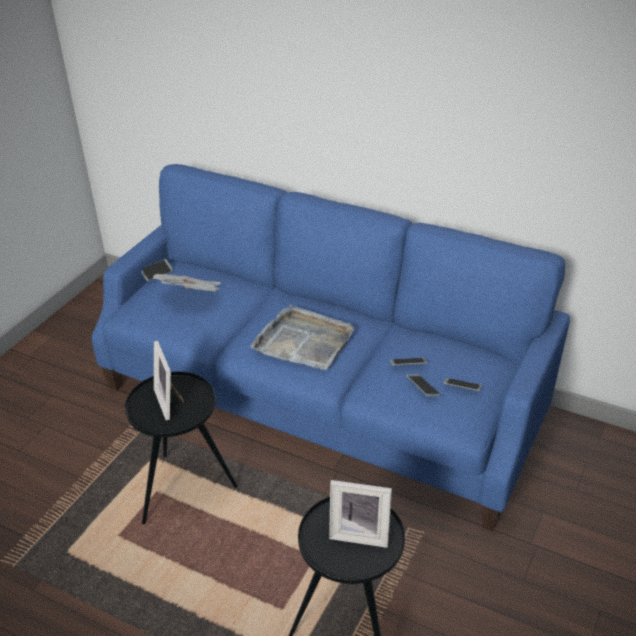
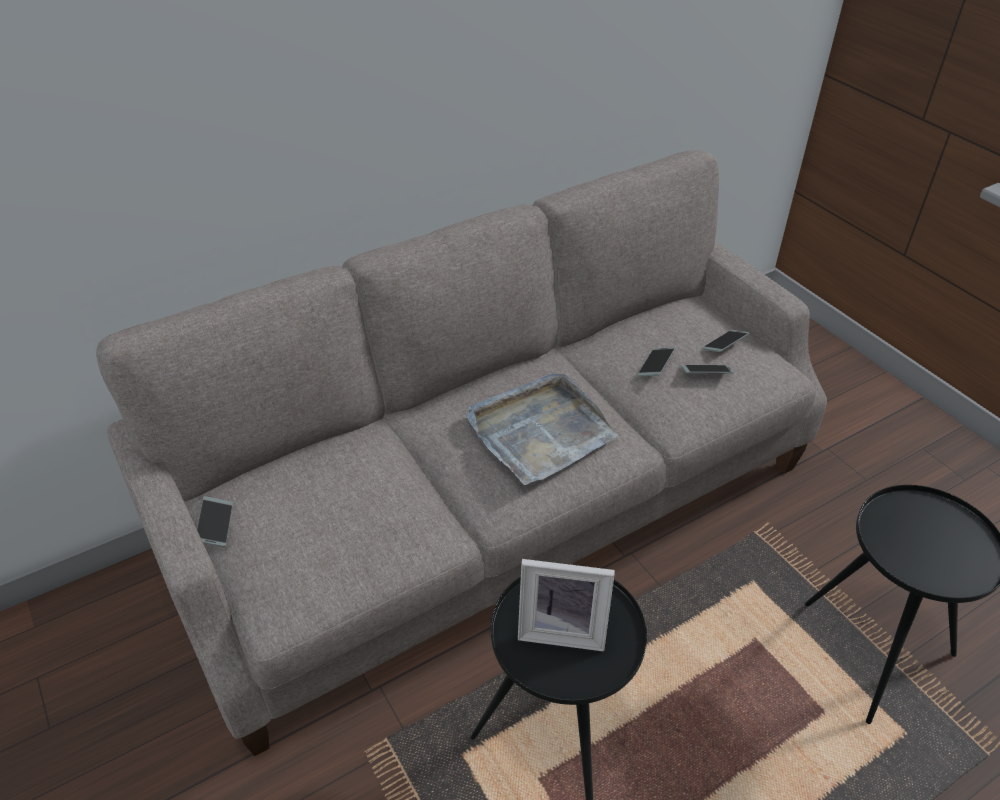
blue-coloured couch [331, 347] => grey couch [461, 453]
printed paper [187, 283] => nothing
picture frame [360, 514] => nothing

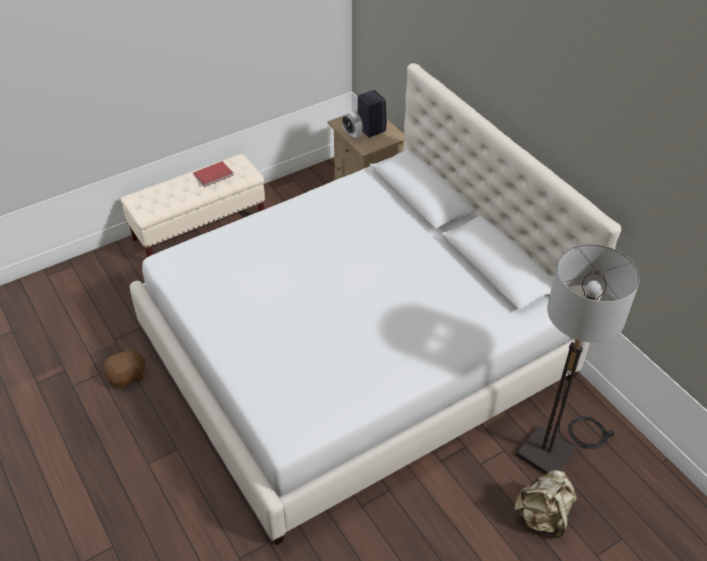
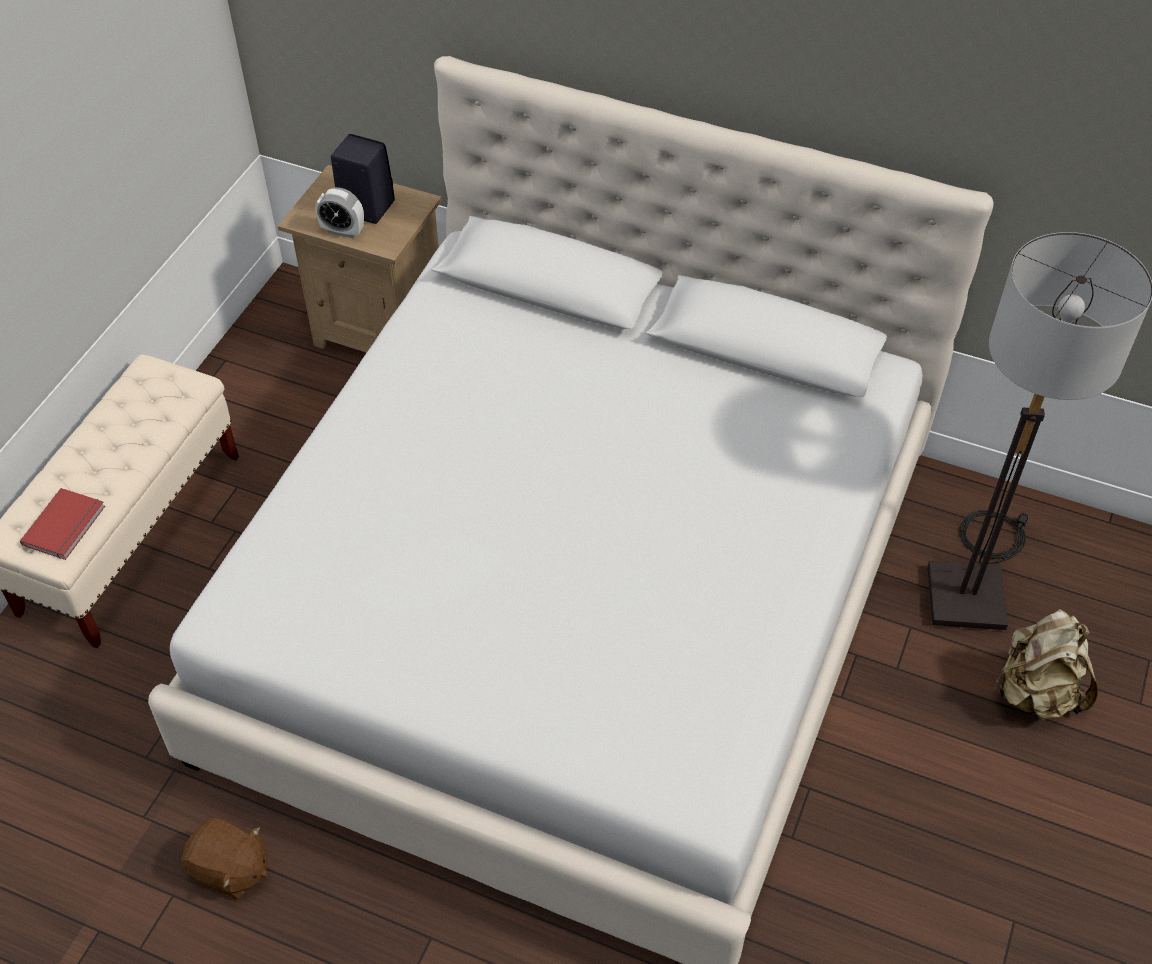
brownish soft toy [124, 368] => brownish soft toy [224, 859], 90 degrees clockwise
red-coloured book [213, 174] => red-coloured book [62, 524], shifted

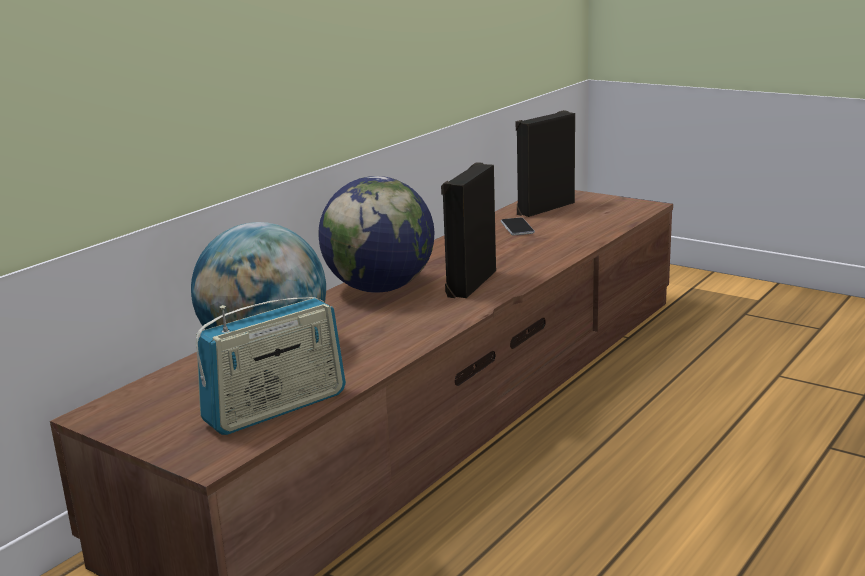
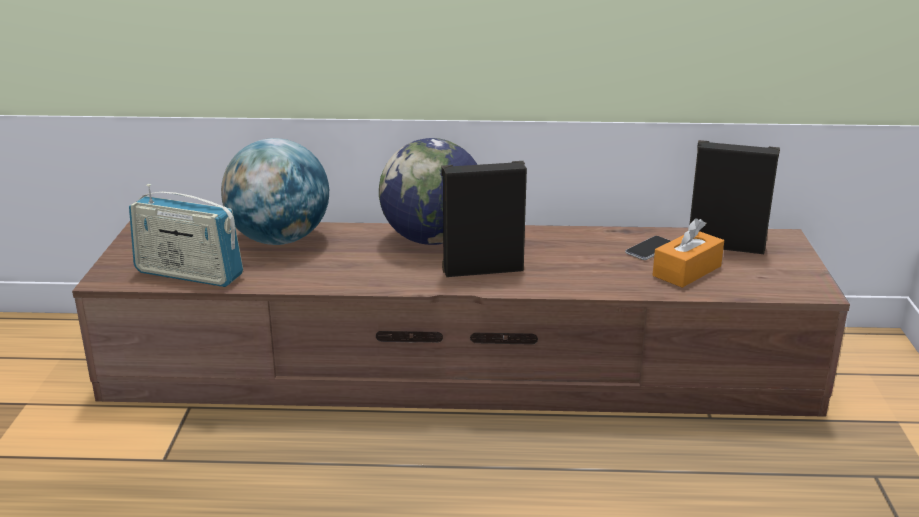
nothing => orangey box of tissues [688, 253]

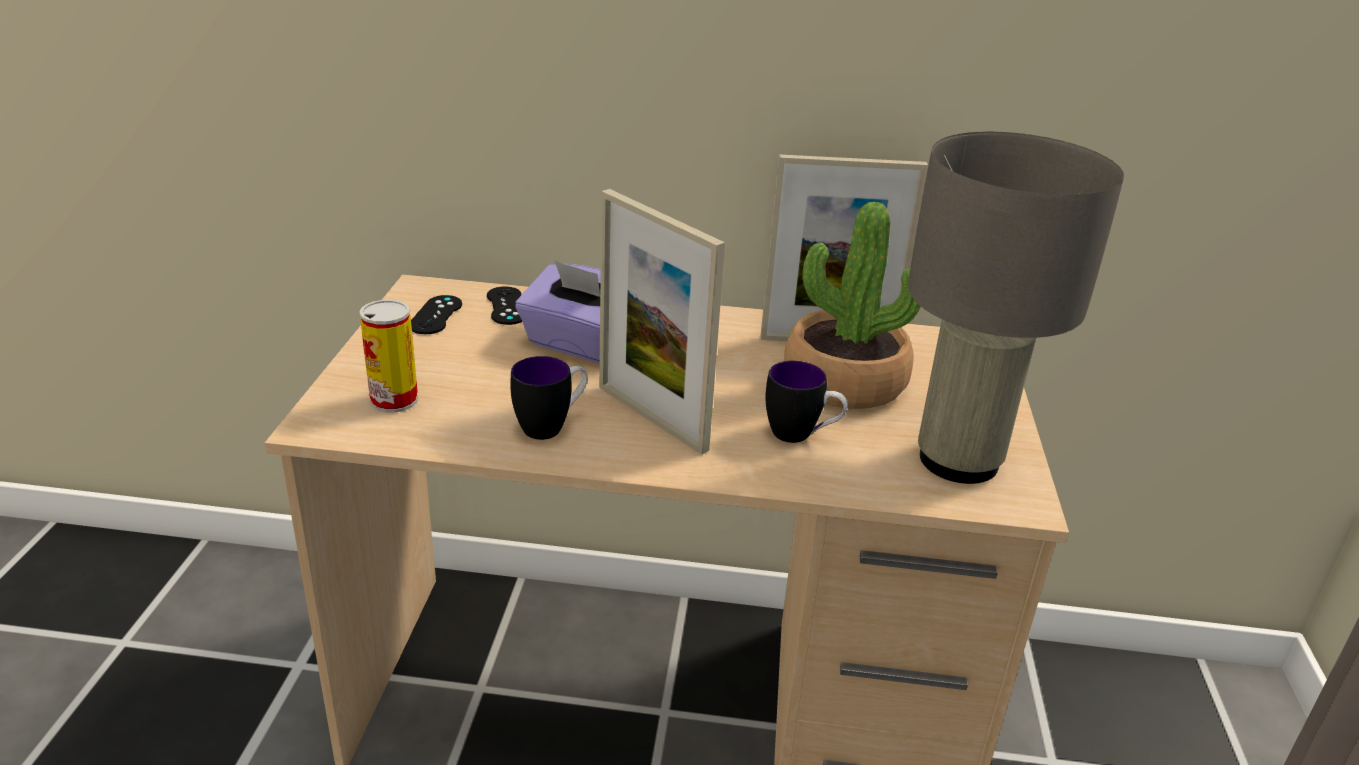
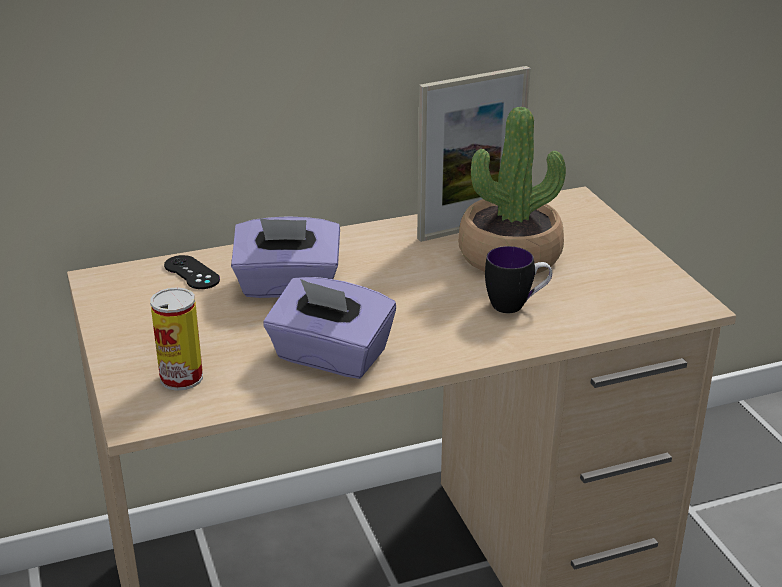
black-coloured gamepad [436, 314] => nothing
coffee mug [549, 398] => purple-coloured box of tissues [330, 328]
picture frame [662, 322] => nothing
grey lamp for a table [1016, 308] => nothing

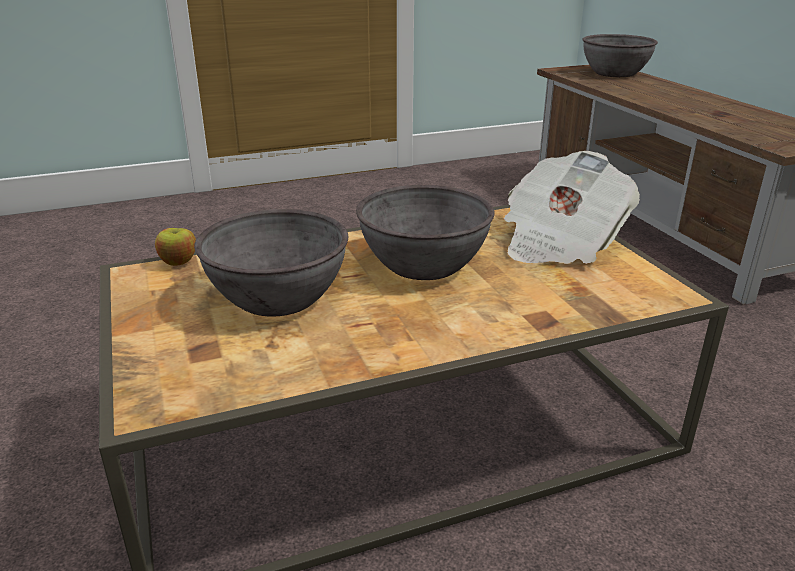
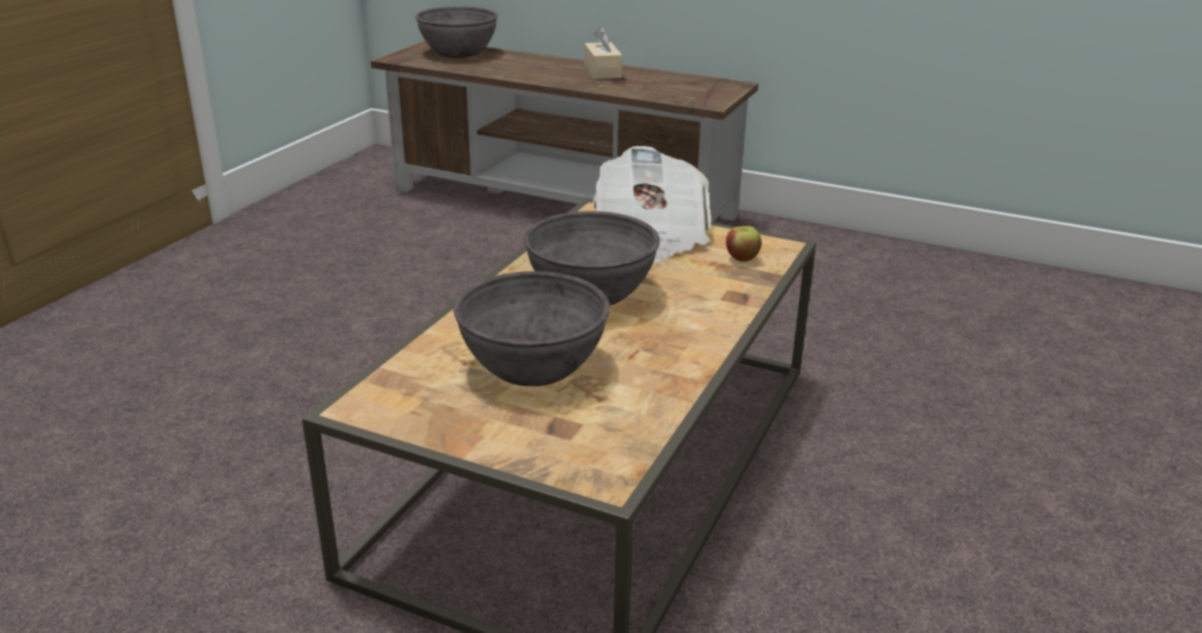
apple fruit [175, 247] => apple fruit [744, 244], shifted
nothing => sand-coloured box of tissues [603, 52]

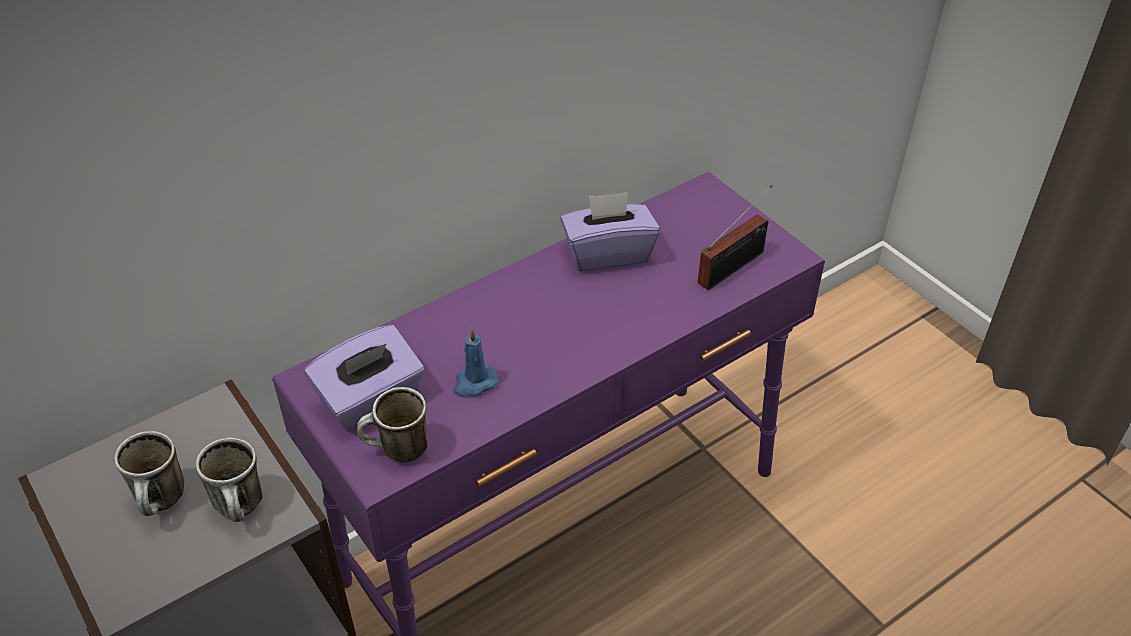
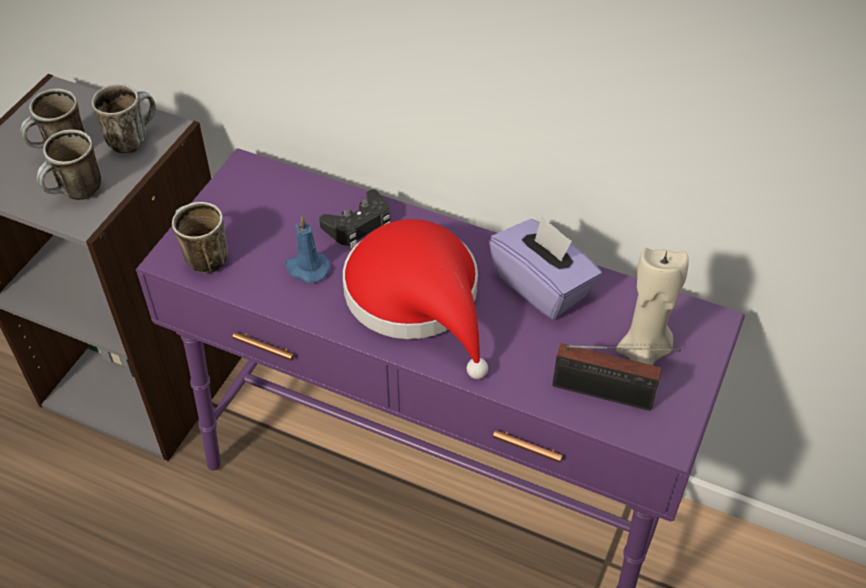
purple-coloured box of tissues [364, 377] => nothing
nothing => coffee mug [124, 118]
nothing => black-coloured gamepad [354, 218]
nothing => red-coloured clothing hat [415, 299]
nothing => sand-coloured candle [652, 306]

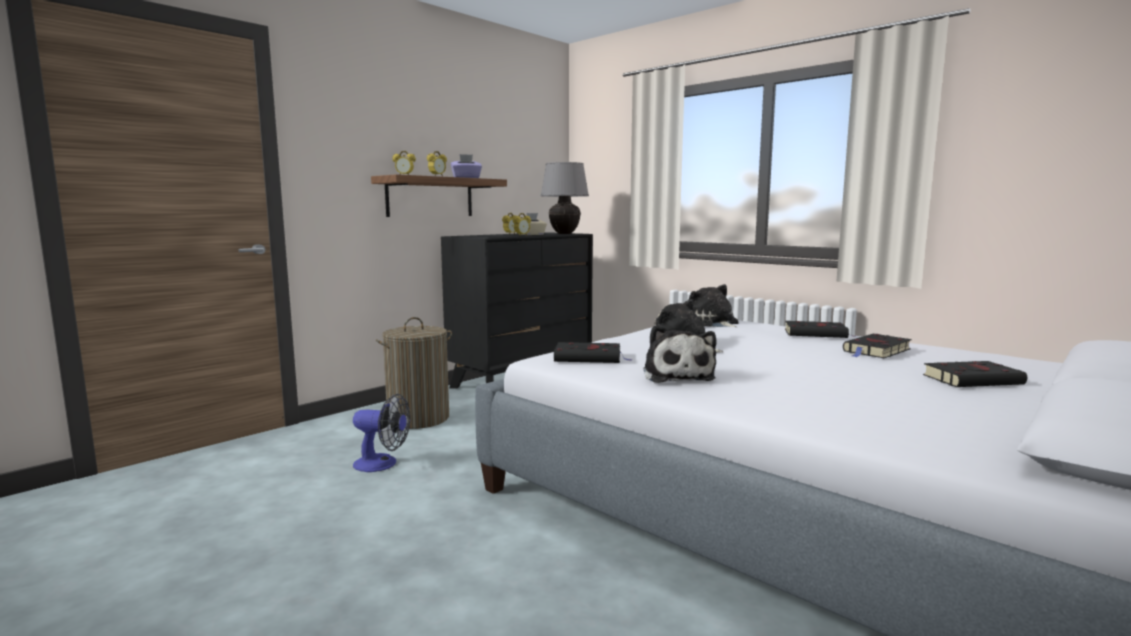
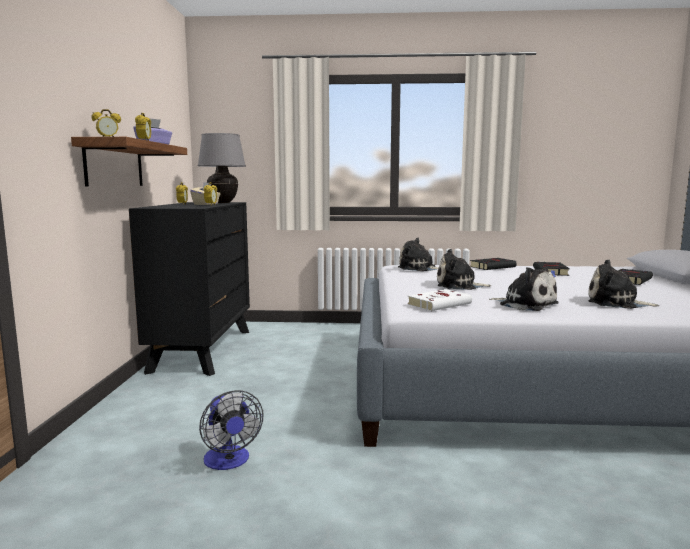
cooling fan [382, 433] => cooling fan [231, 430], 90 degrees clockwise
washing basket [414, 373] => nothing
black-coloured book [593, 352] => whitish book [439, 300]
nothing => soft toy [623, 284]

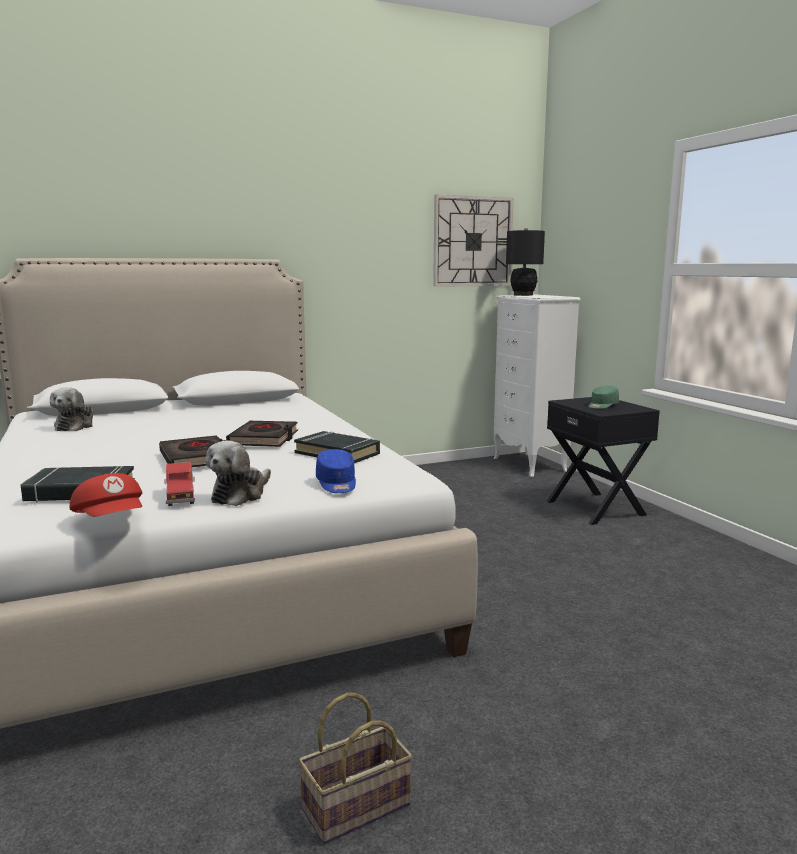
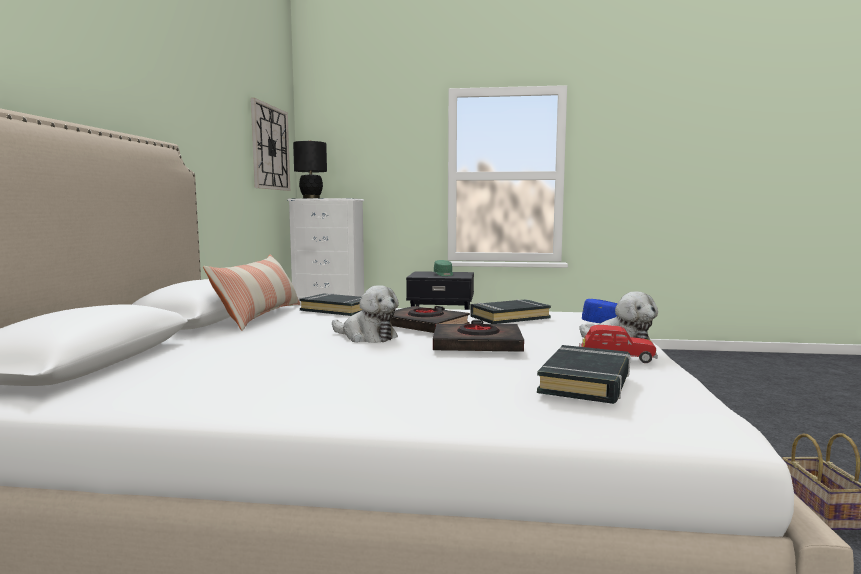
soft toy [72, 409] => soft toy [365, 314], shifted
red-coloured baseball cap [105, 495] => nothing
nothing => throw pillow [251, 292]
nothing => black-coloured book [330, 304]

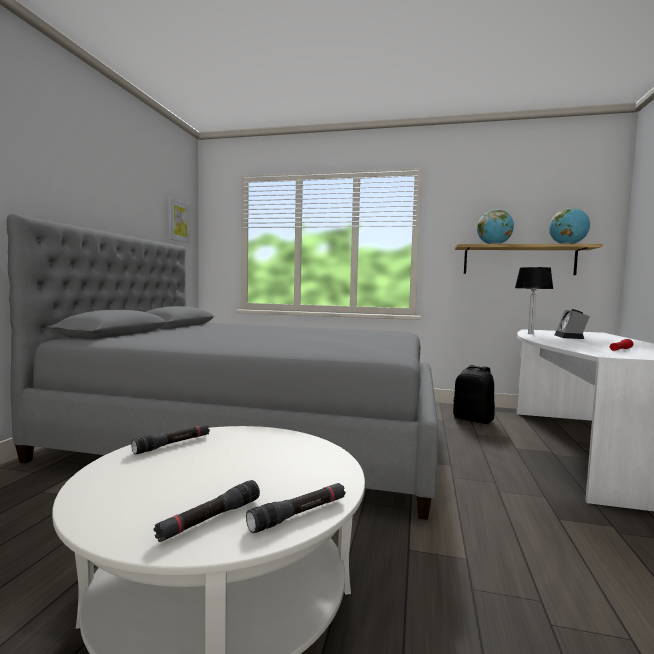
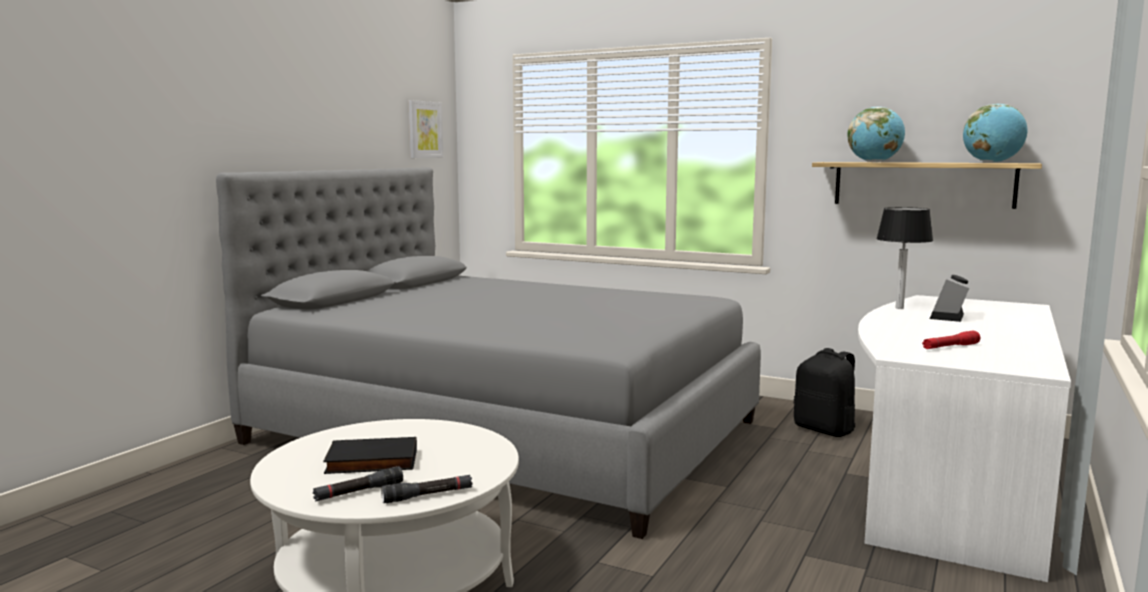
black-coloured hand torch [170, 439] => nothing
nothing => black-coloured book [370, 455]

